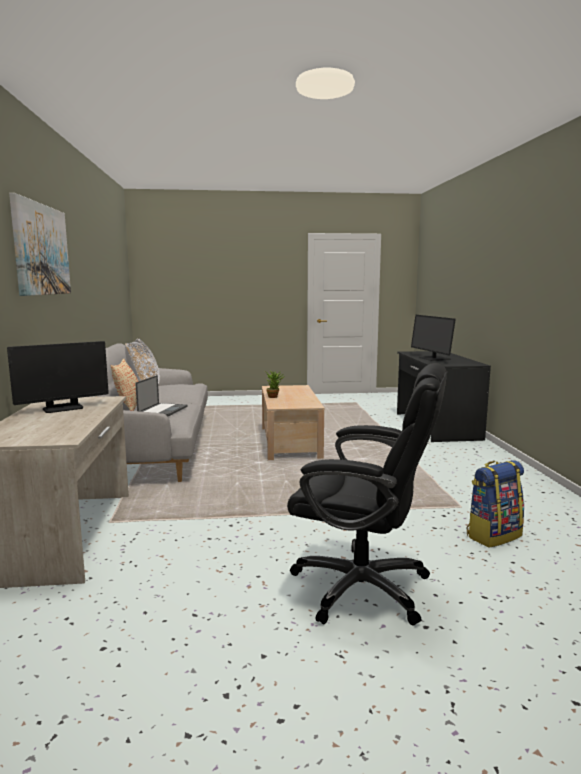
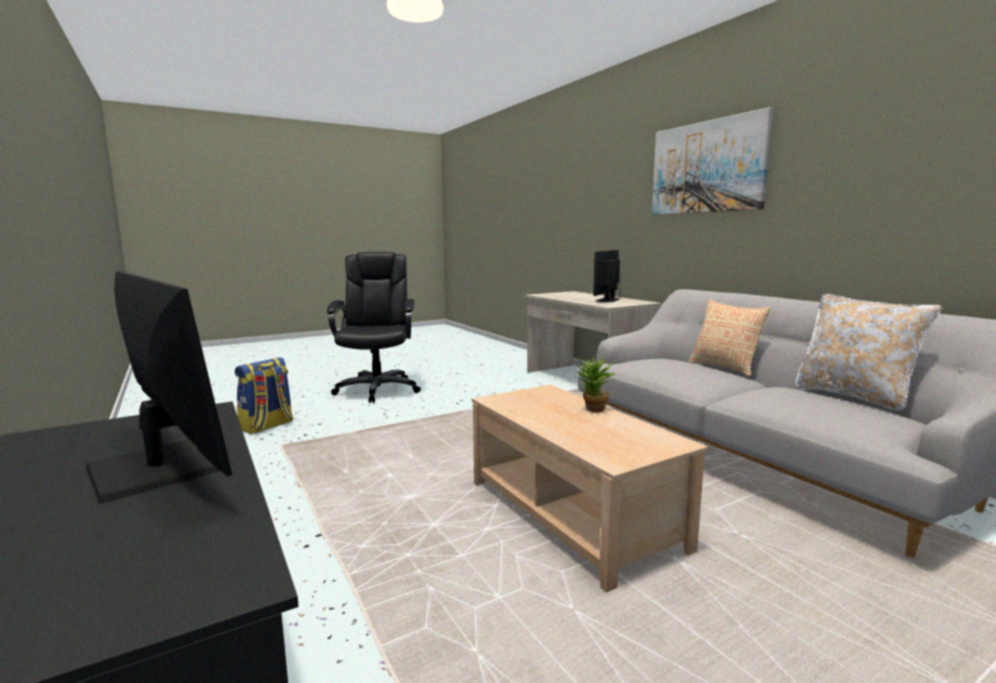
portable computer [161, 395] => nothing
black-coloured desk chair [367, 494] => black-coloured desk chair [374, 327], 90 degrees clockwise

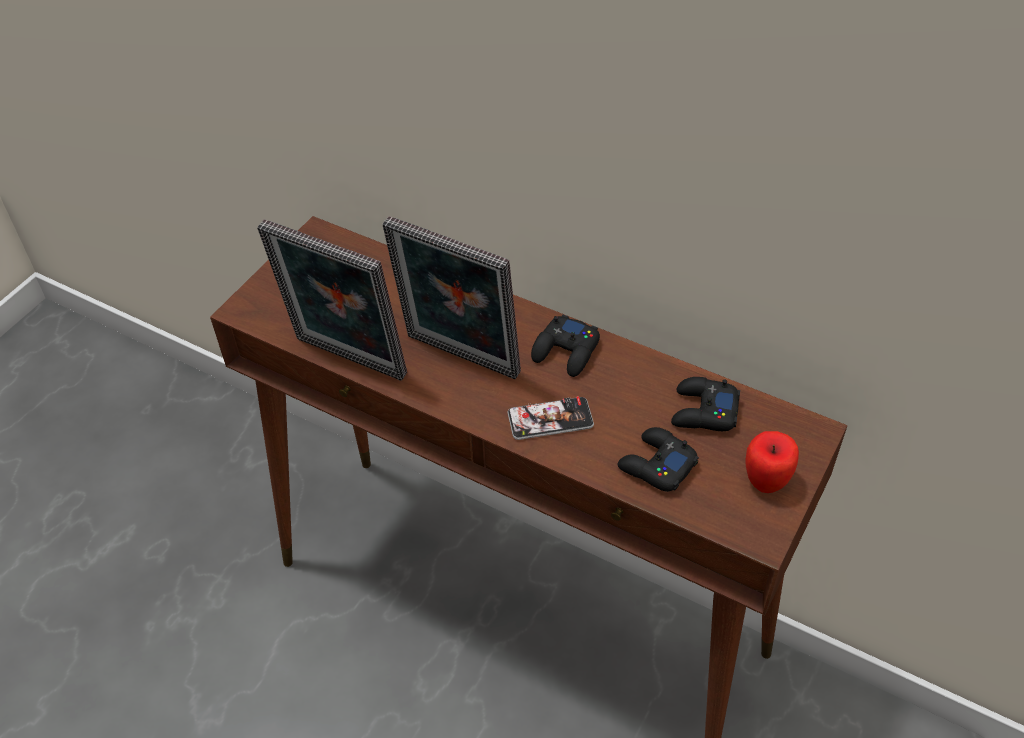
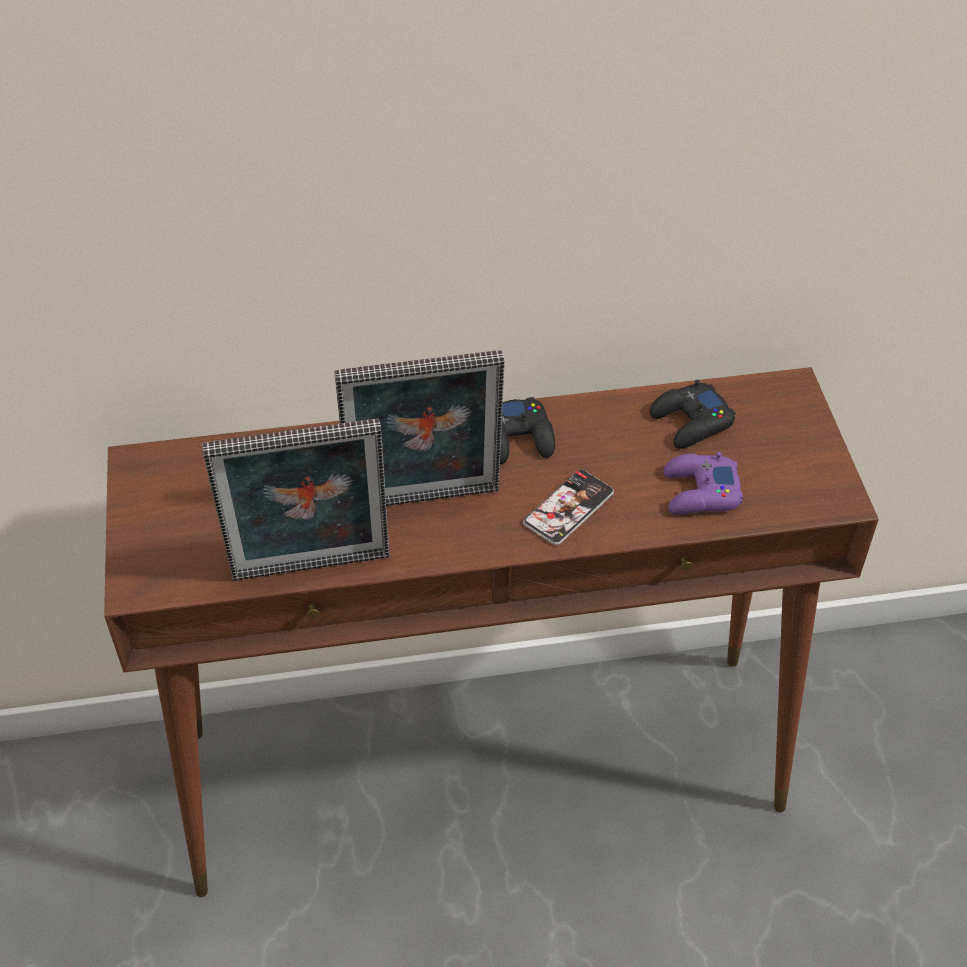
black-coloured gamepad [658, 459] => purple-coloured gamepad [703, 483]
apple fruit [772, 462] => nothing

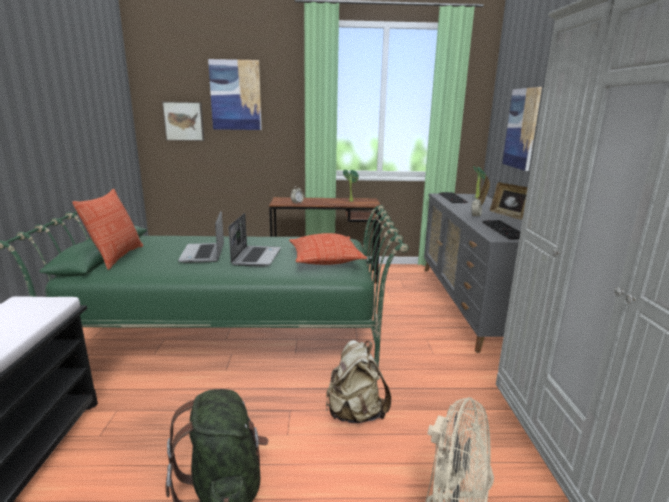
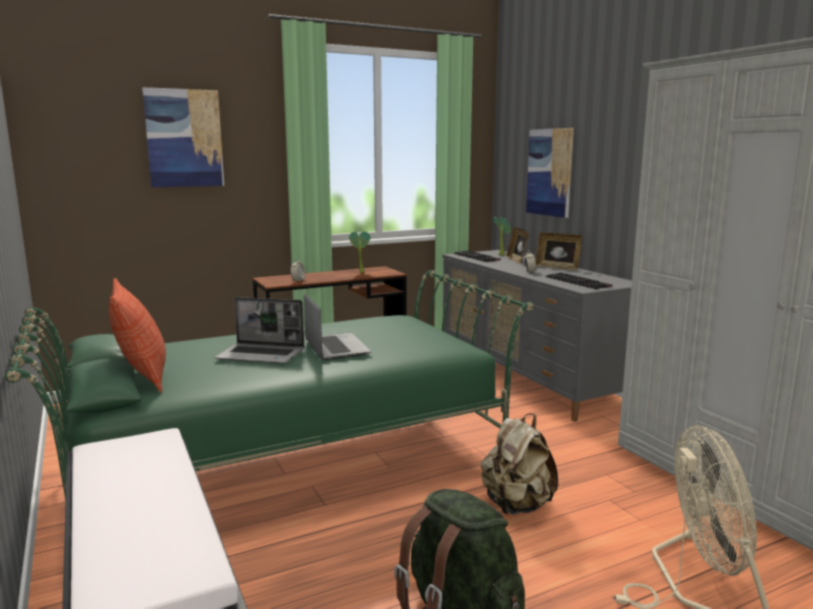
picture [183, 121] => nothing
portable computer [201, 237] => portable computer [259, 330], 45 degrees counterclockwise
orangey throw pillow [328, 249] => nothing

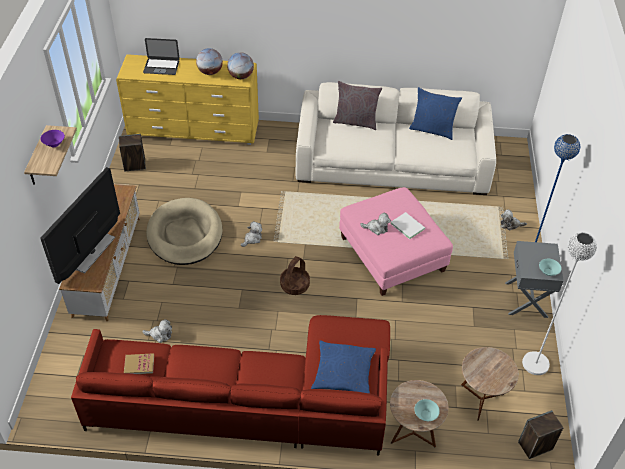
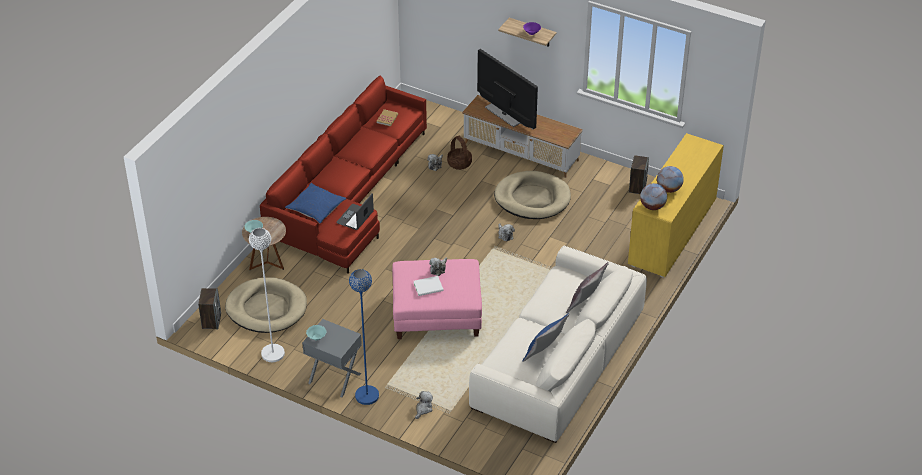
portable computer [161, 56] => portable computer [355, 211], shifted
basket [295, 275] => basket [459, 153], shifted
brownish side table [490, 384] => sand-coloured pet bed [266, 305]

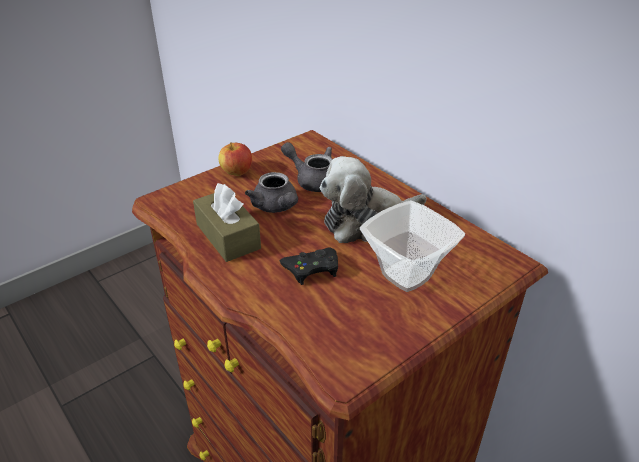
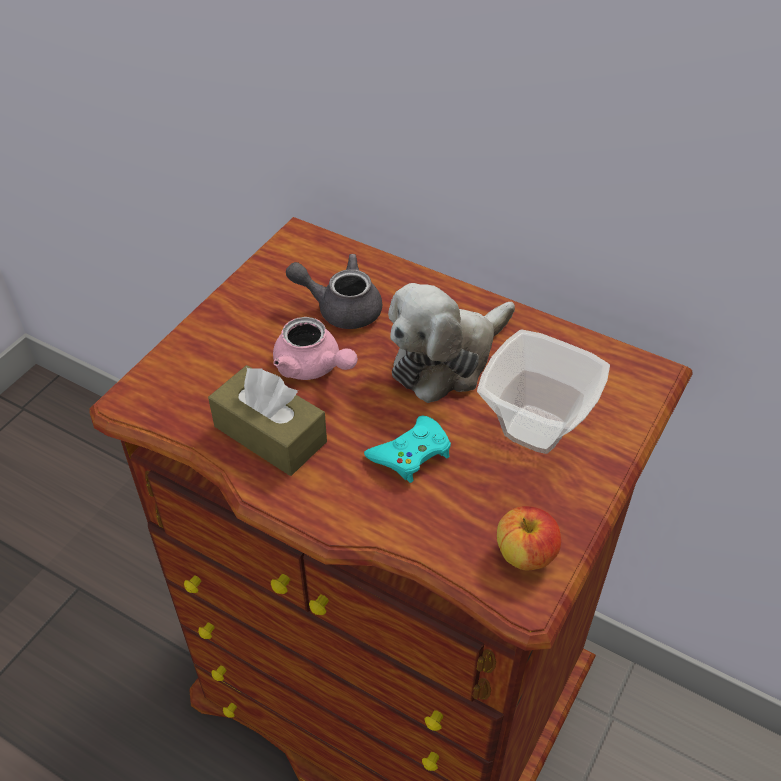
apple fruit [235, 159] => apple fruit [529, 538], shifted
grey pot for tea [271, 192] => pink-coloured pot for tea [315, 348]
black-coloured gamepad [309, 266] => blue-green gamepad [407, 449]

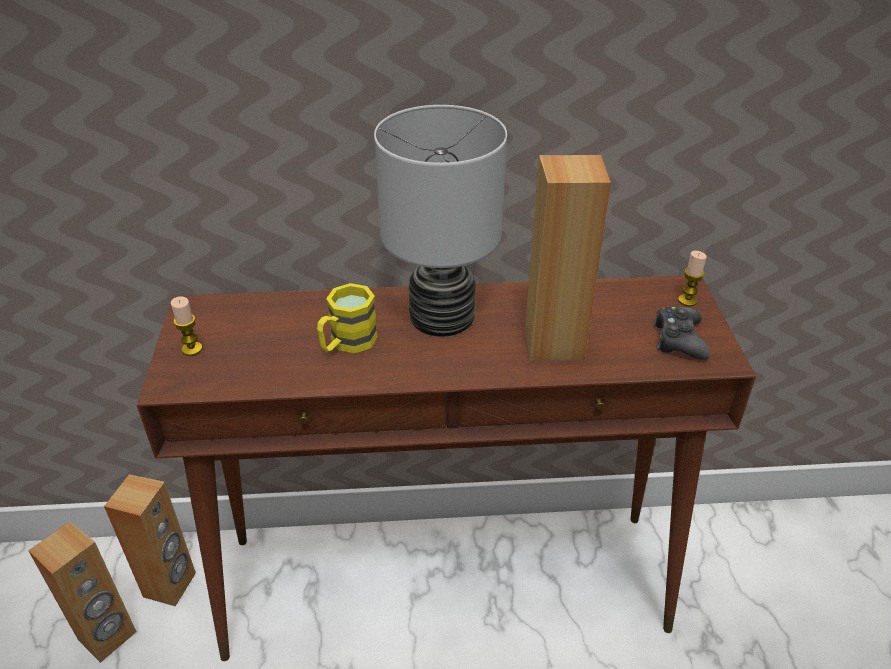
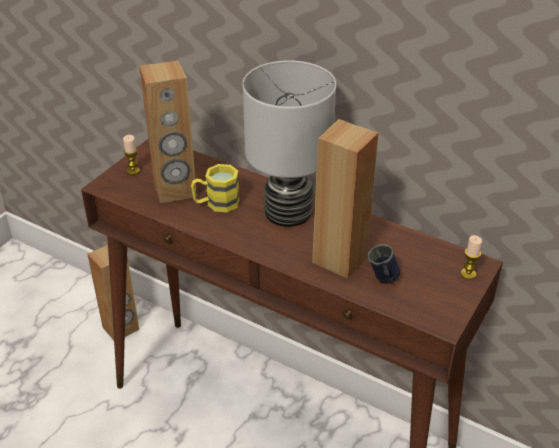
brownish loudspeaker [82, 592] => brownish loudspeaker [168, 131], shifted
black-coloured gamepad [681, 333] => nothing
nothing => blue-coloured coffee mug [384, 264]

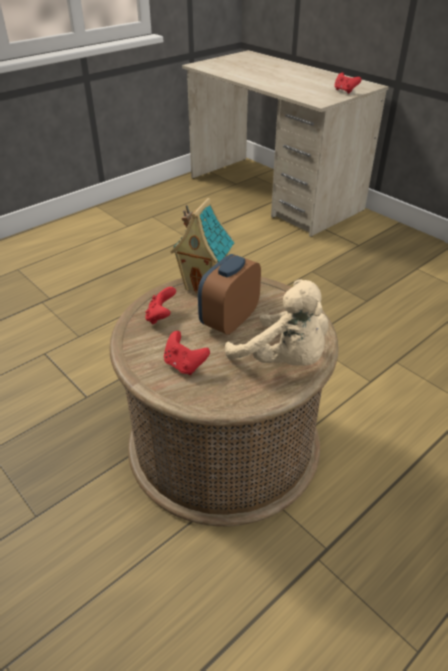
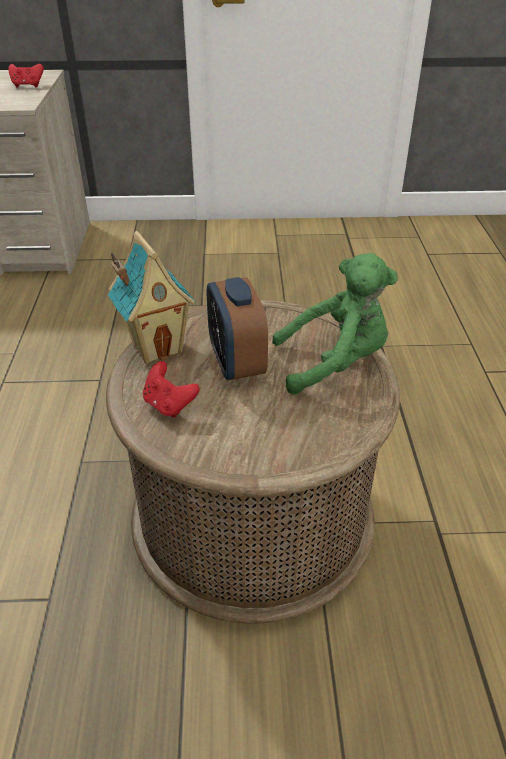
red-coloured gamepad [187, 353] => nothing
sand-coloured soft toy [277, 322] => green-coloured soft toy [335, 324]

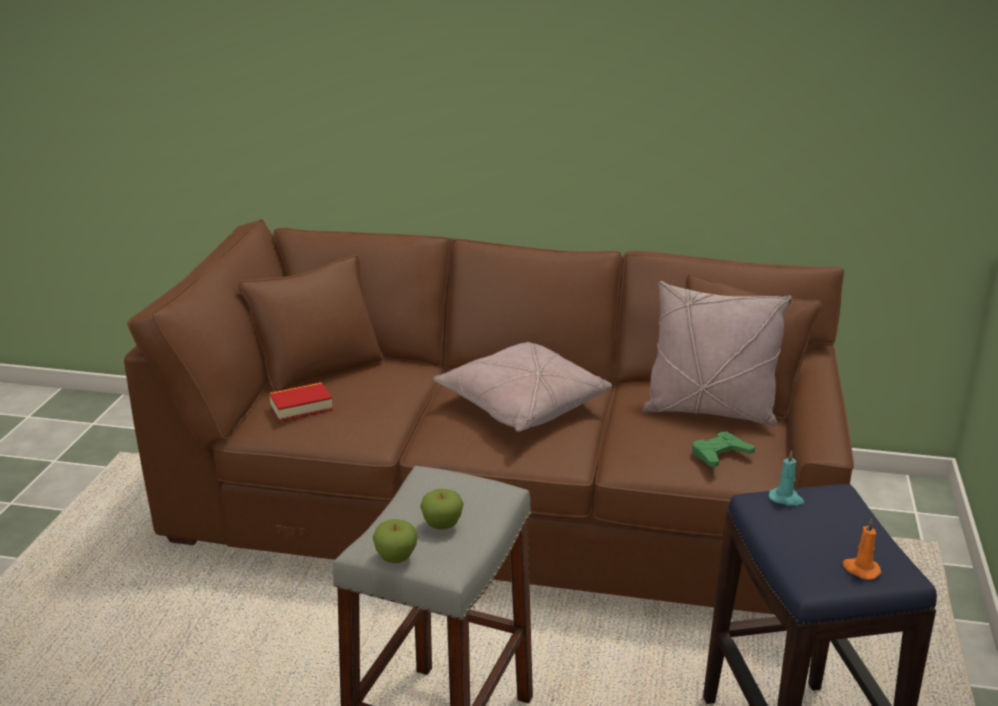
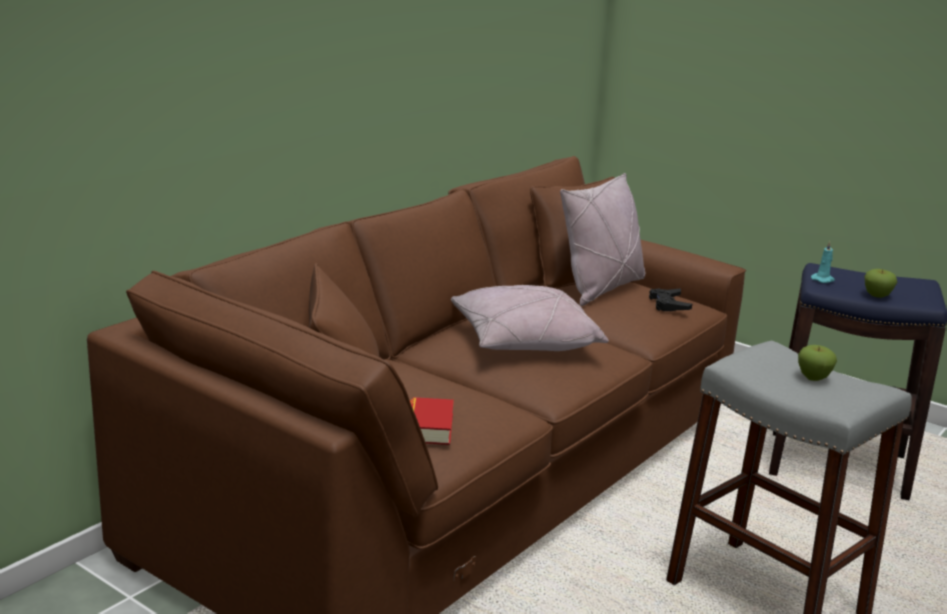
apple fruit [395, 541] => apple fruit [881, 283], shifted
green-coloured gamepad [724, 449] => black-coloured gamepad [670, 299]
orangey candle [862, 549] => nothing

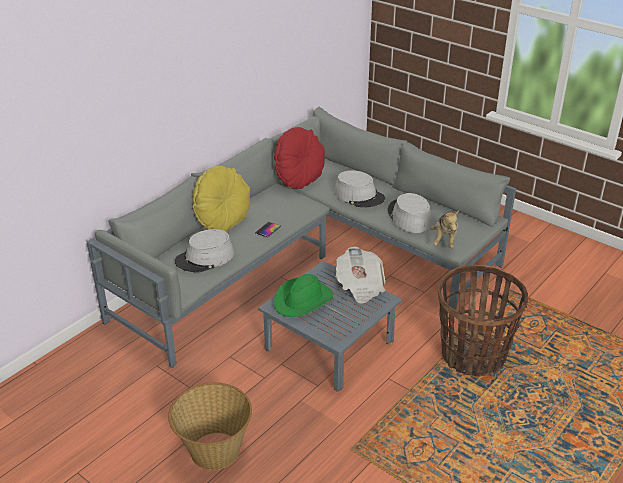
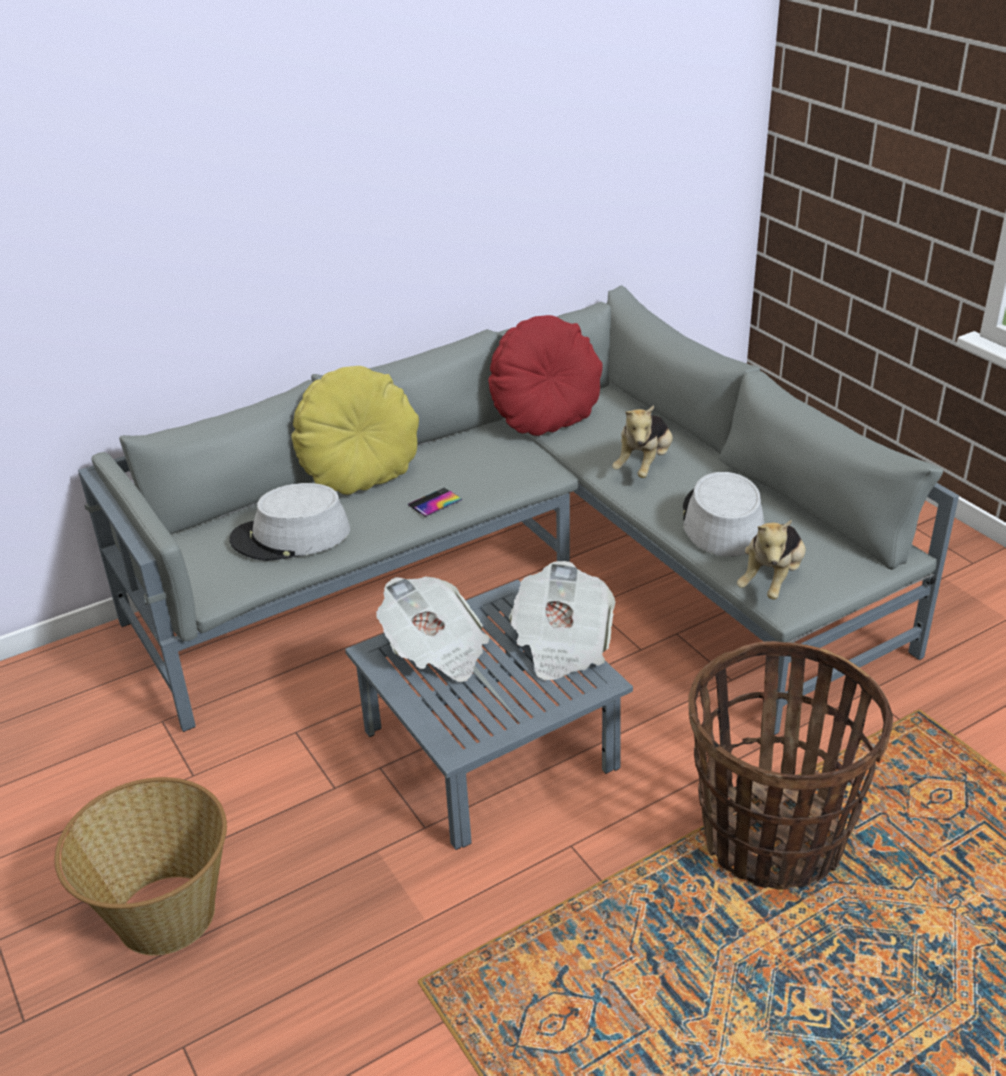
green-coloured clothing hat [303, 295] => printed paper [433, 629]
grey clothing hat [359, 189] => soft toy [642, 441]

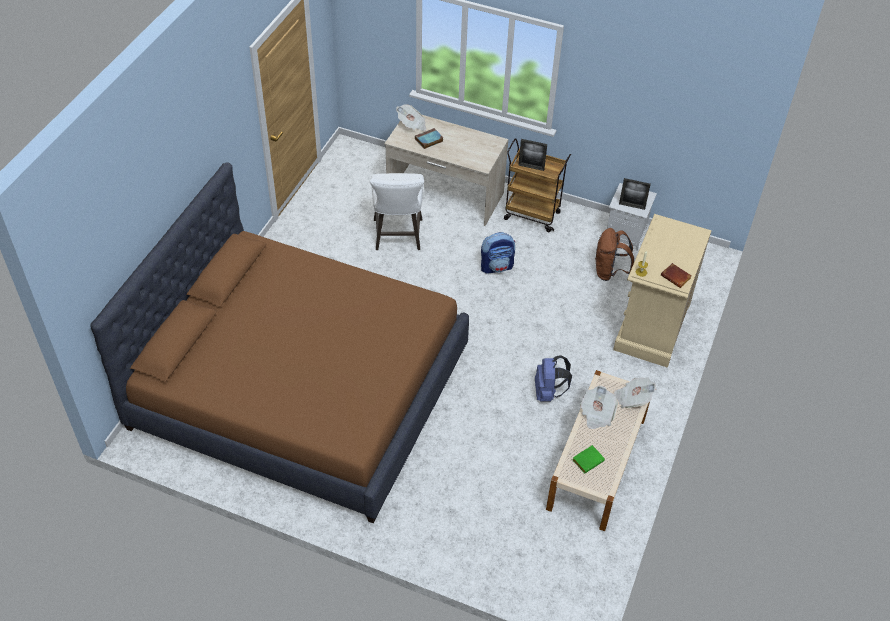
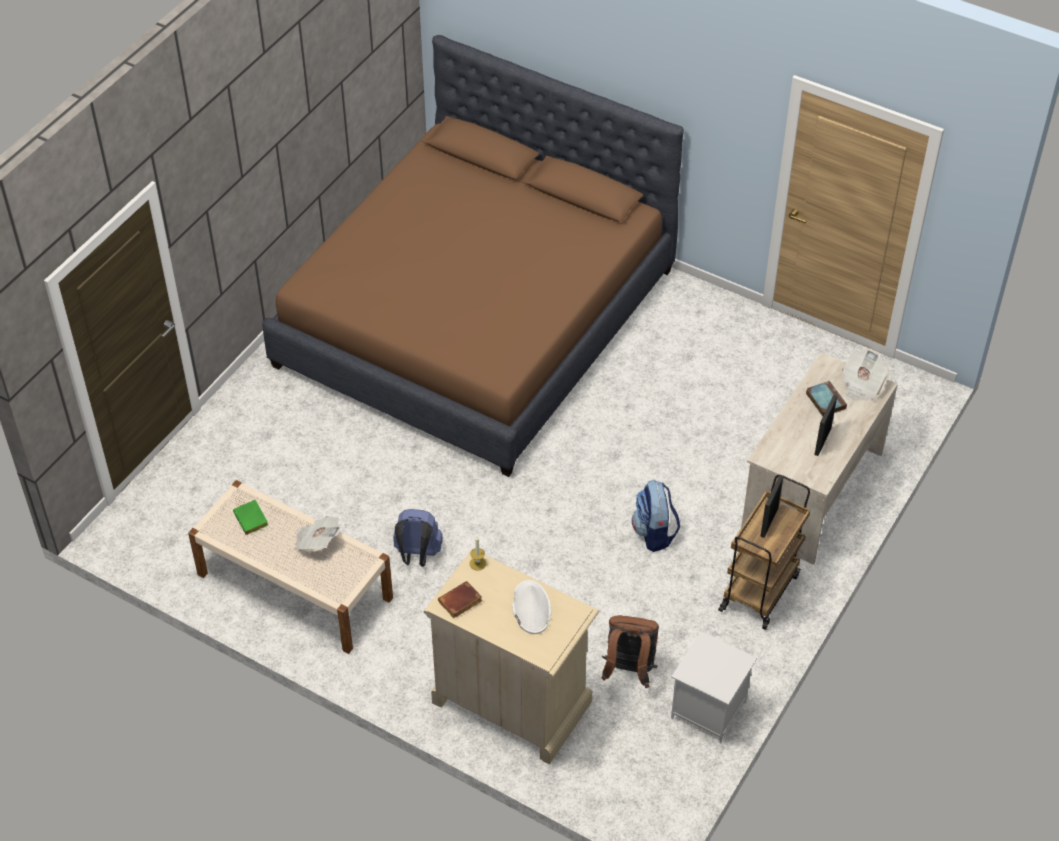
whitish stool [397, 211] => nothing
printed paper [635, 392] => nothing
picture frame [635, 194] => picture frame [825, 425], shifted
nothing => whitish clothing hat [531, 607]

